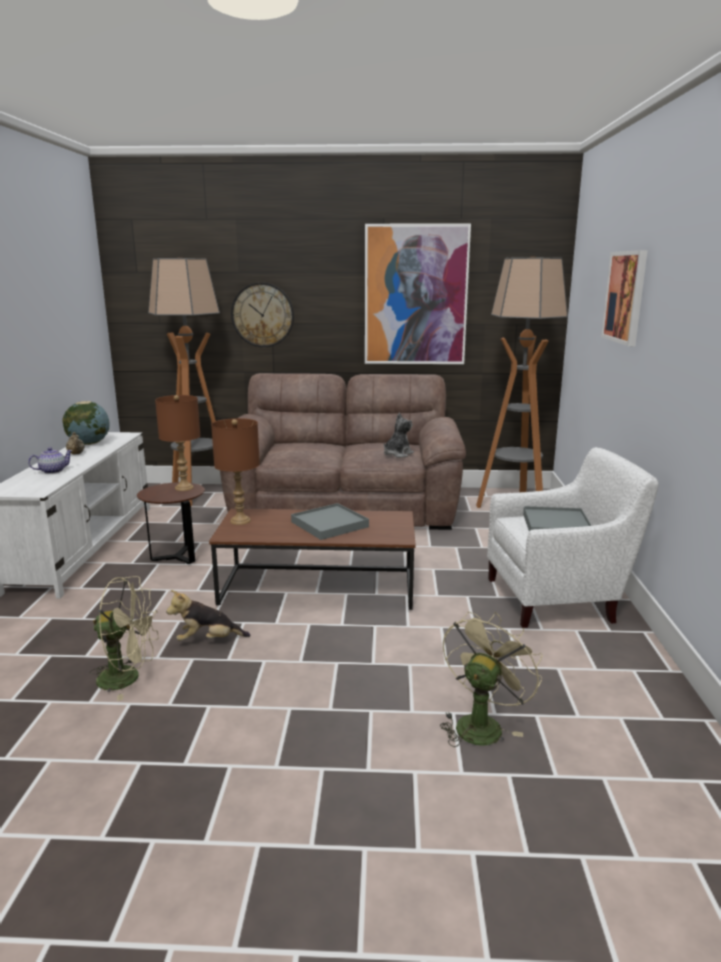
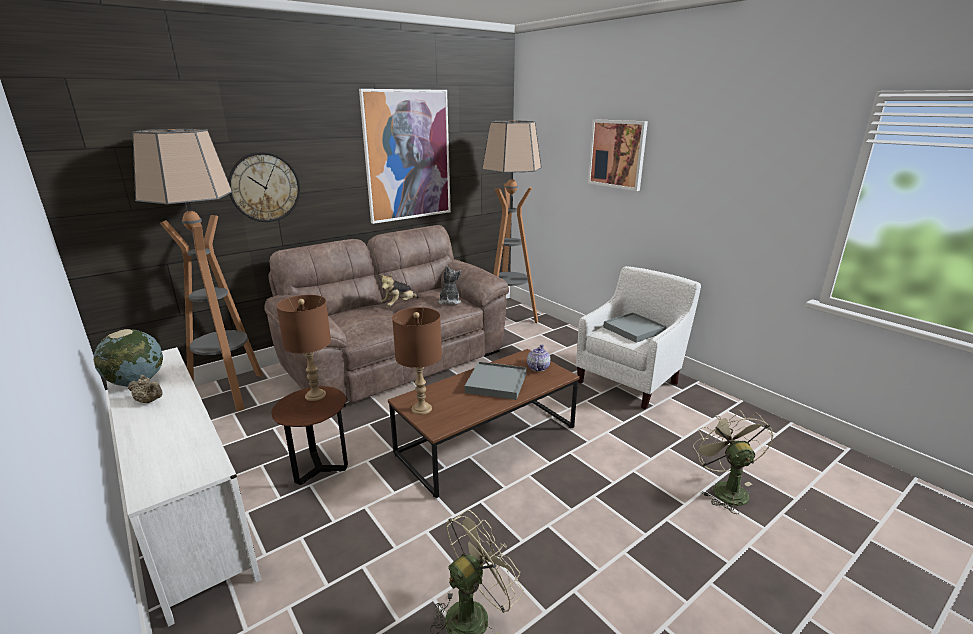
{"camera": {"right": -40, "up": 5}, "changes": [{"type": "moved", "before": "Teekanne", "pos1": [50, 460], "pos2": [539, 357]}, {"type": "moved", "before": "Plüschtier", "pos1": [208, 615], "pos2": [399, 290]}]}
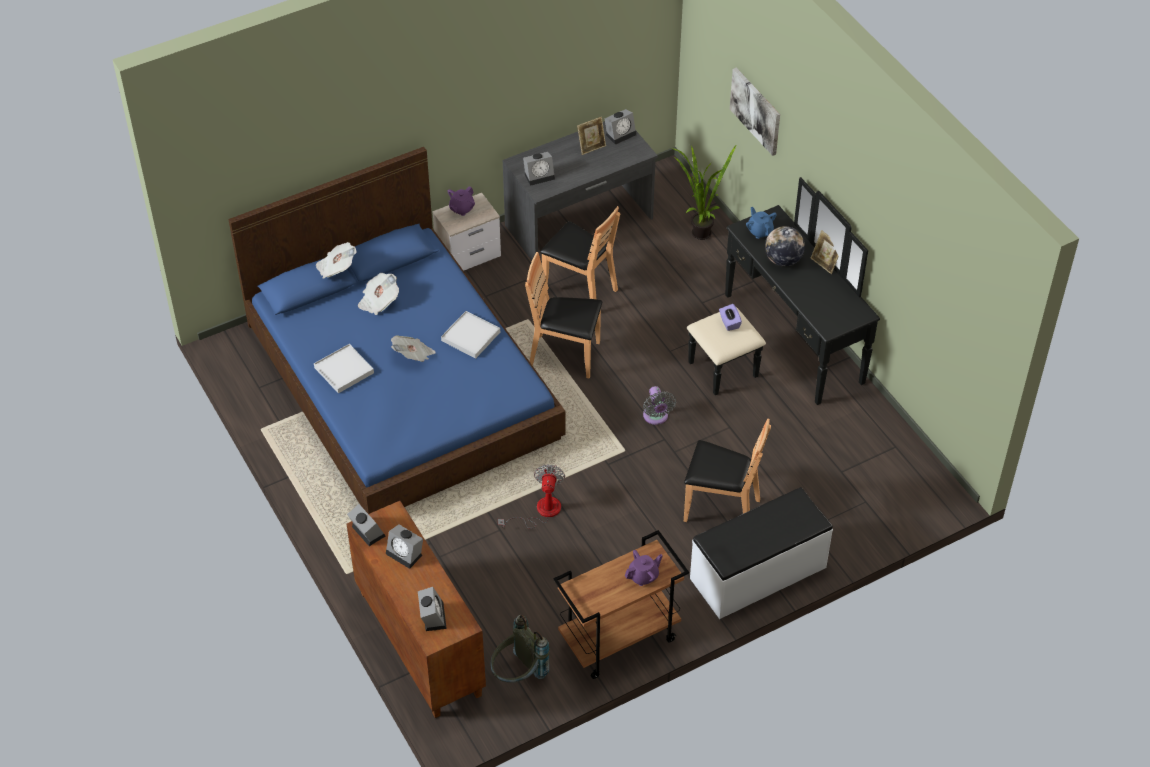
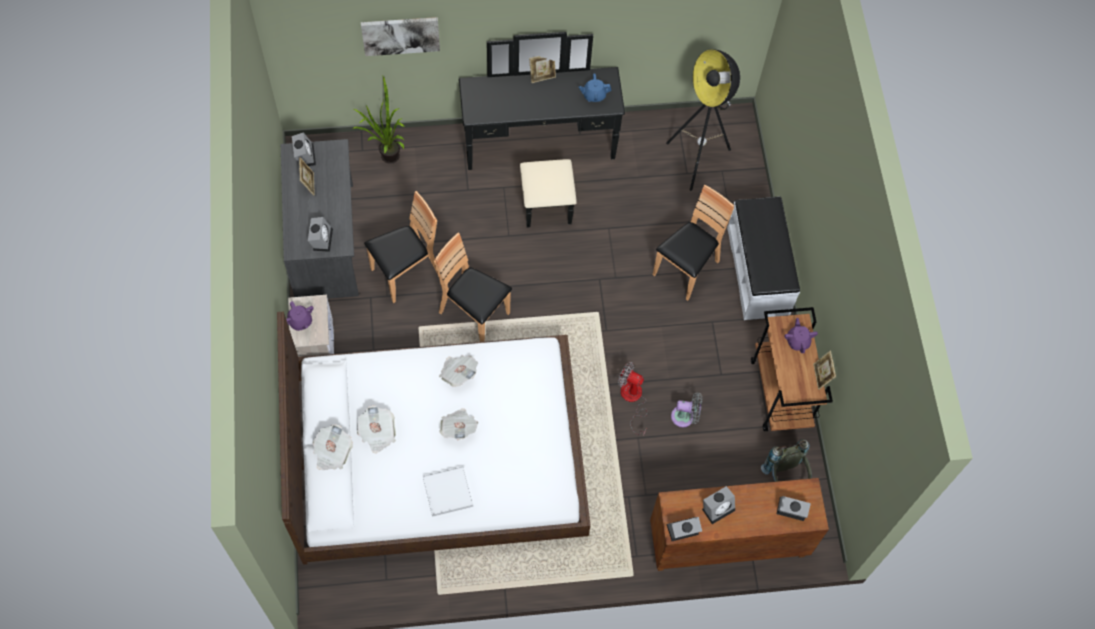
{"camera": {"right": -70, "up": 15}, "changes": [{"type": "recoloured", "before": "Bett/blau", "after": "Bett/weiß", "pos1": [397, 330], "pos2": [434, 438]}, {"type": "moved", "before": "Teekanne/blau", "pos1": [761, 223], "pos2": [595, 87]}, {"type": "removed", "before": "Globus", "pos1": [785, 246]}, {"type": "turned", "before": "Stuhl/braun", "pos1": [563, 315], "pos2": [473, 287], "turn": 90}, {"type": "removed", "before": "Taschentuchbox/lila", "pos1": [730, 317]}, {"type": "replaced", "before": "Tablett/weiß", "after": "Zeitung", "pos1": [470, 335], "pos2": [458, 370]}, {"type": "moved", "before": "Ventilator/grau", "pos1": [659, 405], "pos2": [686, 410]}, {"type": "added", "after": "Stehlampe", "pos2": [703, 120]}, {"type": "added", "after": "Bilderrahmen", "pos2": [824, 370]}]}
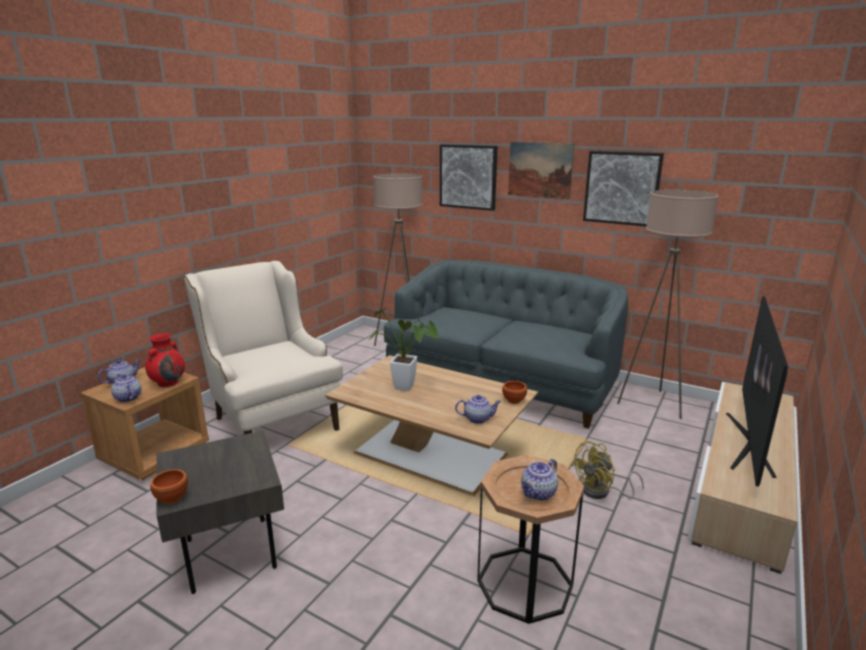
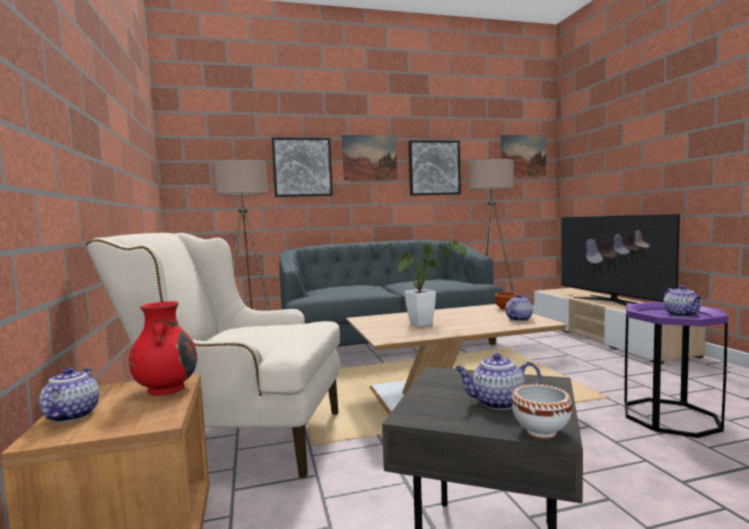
{"camera": {"right": -45, "up": -15}, "changes": [{"type": "moved", "before": "Teekanne", "pos1": [126, 388], "pos2": [498, 381]}, {"type": "removed", "before": "Ventilator/gelb", "pos1": [607, 470]}, {"type": "recoloured", "before": "Beistelltisch/braun", "after": "Beistelltisch/lila", "pos1": [530, 539], "pos2": [676, 370]}, {"type": "recoloured", "before": "Schüssel/braun", "after": "Schüssel/weiß", "pos1": [169, 486], "pos2": [541, 411]}, {"type": "added", "after": "Bild", "pos2": [523, 155]}]}
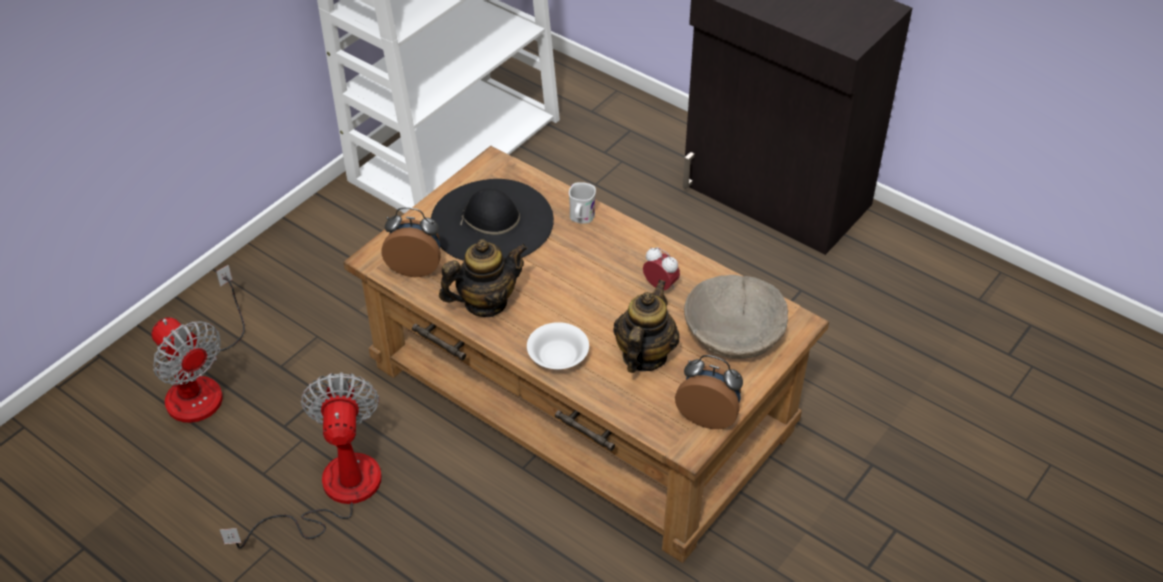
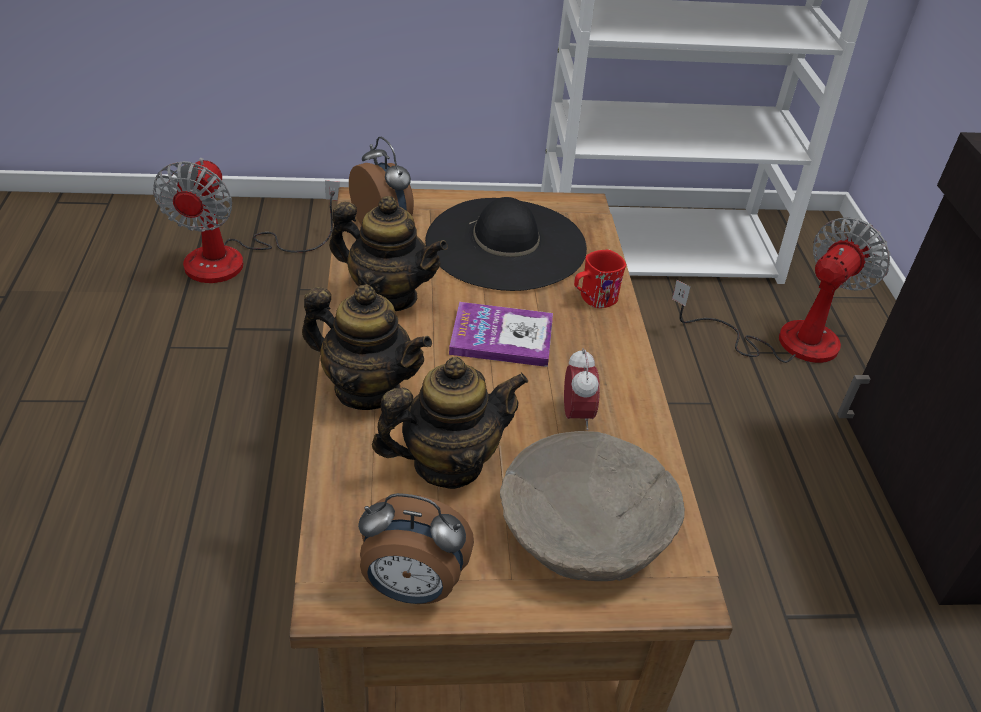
{"camera": {"right": 45, "up": -5}, "changes": [{"type": "recoloured", "before": "Henkelbecher/weiß", "after": "Henkelbecher/rot", "pos1": [582, 203], "pos2": [600, 279]}, {"type": "replaced", "before": "Schüssel/weiß", "after": "Teekanne", "pos1": [558, 345], "pos2": [367, 347]}, {"type": "turned", "before": "Wecker", "pos1": [709, 392], "pos2": [416, 548], "turn": 120}, {"type": "moved", "before": "Ventilator", "pos1": [301, 460], "pos2": [781, 290]}, {"type": "added", "after": "Buch", "pos2": [501, 334]}]}
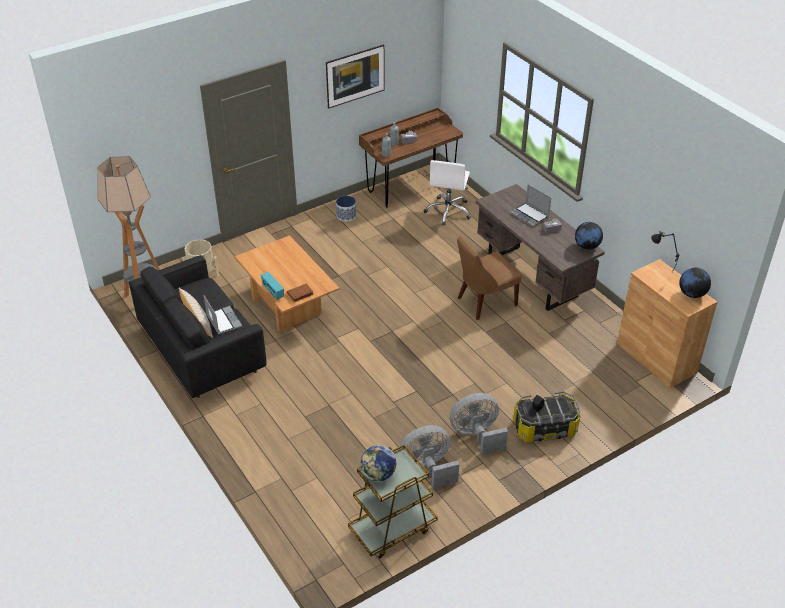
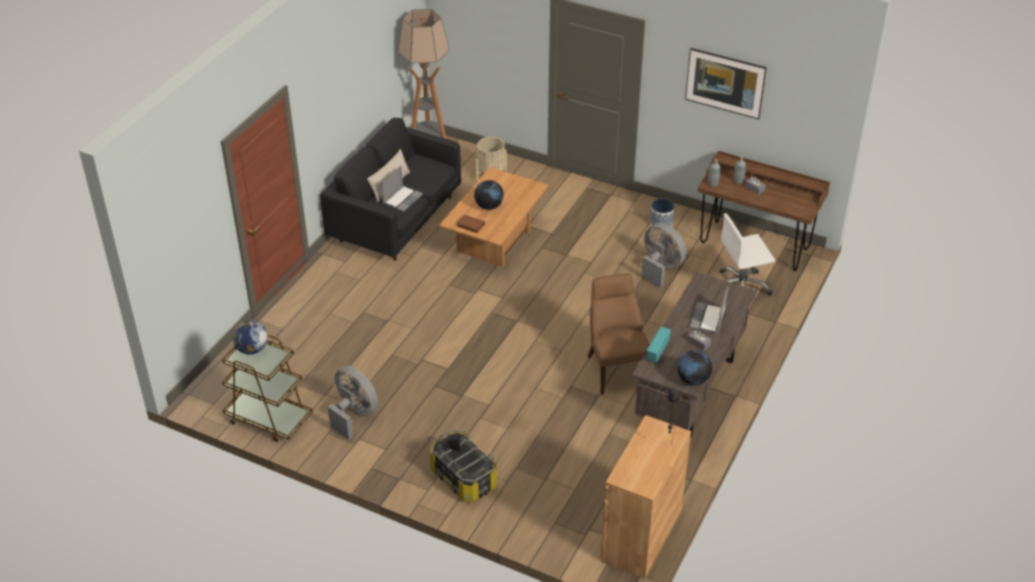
{"camera": {"right": 60, "up": 0}, "changes": [{"type": "turned", "before": "Stuhl/braun", "pos1": [489, 278], "pos2": [619, 334], "turn": 45}, {"type": "moved", "before": "Globus", "pos1": [695, 283], "pos2": [489, 195]}, {"type": "moved", "before": "Radio", "pos1": [272, 286], "pos2": [659, 344]}, {"type": "moved", "before": "Ventilator/grau", "pos1": [479, 423], "pos2": [663, 255]}]}
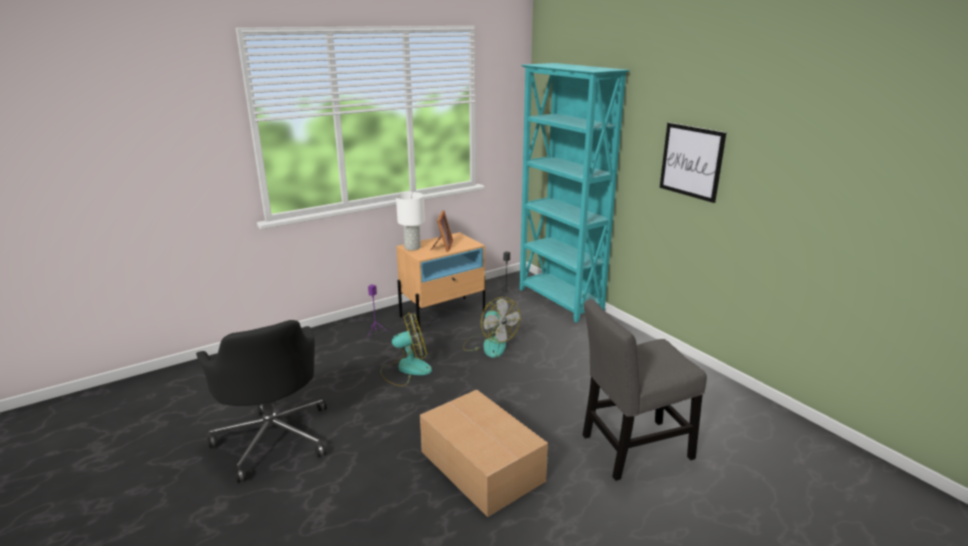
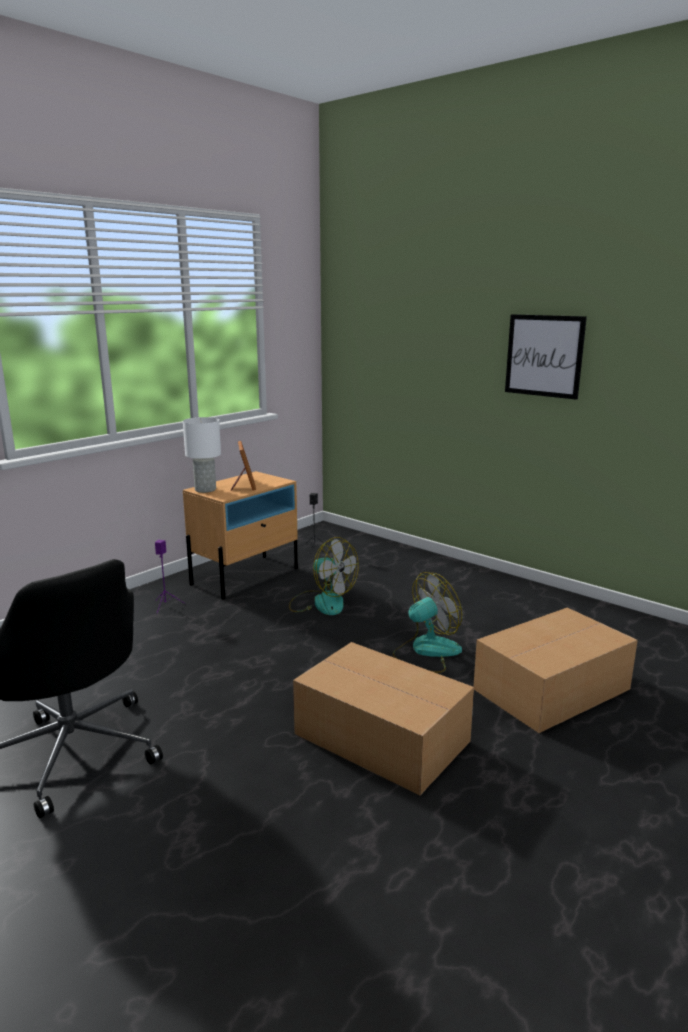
{"camera": {"right": -15, "up": -5}, "changes": [{"type": "removed", "before": "Bücherregal/türkis", "pos1": [574, 193]}, {"type": "replaced", "before": "Stuhl/grau", "after": "Karton", "pos1": [645, 390], "pos2": [555, 670]}, {"type": "moved", "before": "Ventilator", "pos1": [406, 349], "pos2": [427, 622]}]}
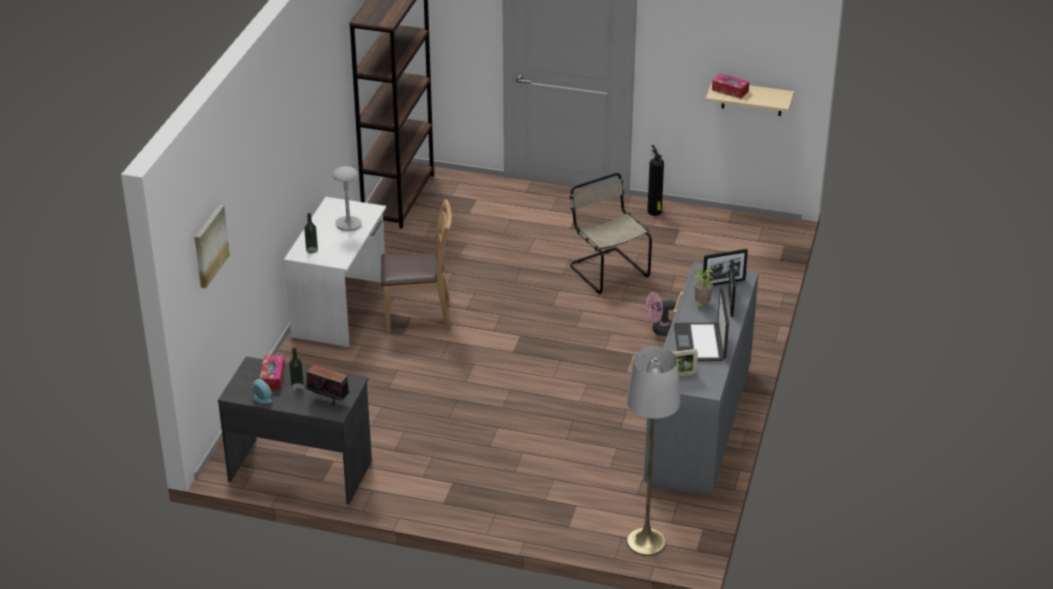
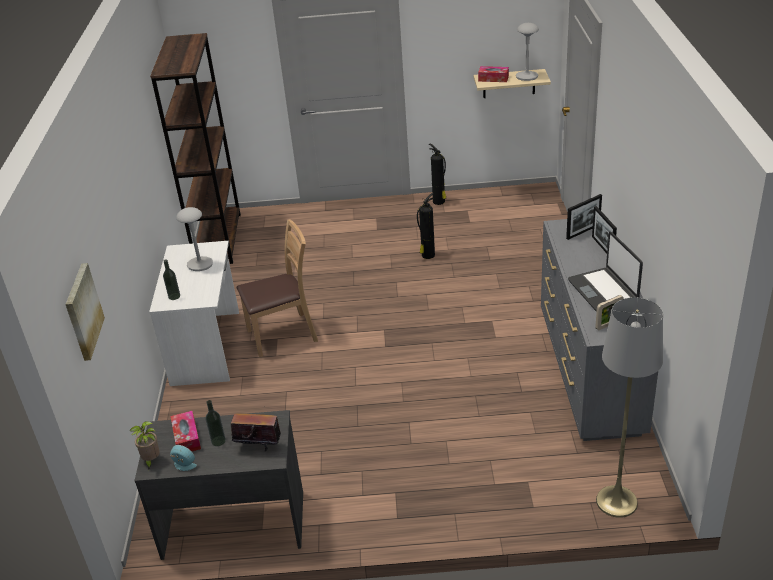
{"camera": {"right": -15, "up": 0}, "changes": [{"type": "replaced", "before": "Stuhl/beige", "after": "Feuerlöscher", "pos1": [611, 233], "pos2": [426, 226]}, {"type": "moved", "before": "Topfpflanze", "pos1": [704, 289], "pos2": [144, 445]}, {"type": "removed", "before": "Ventilator/rosa", "pos1": [661, 314]}, {"type": "added", "after": "Tischlampe/grau", "pos2": [527, 52]}]}
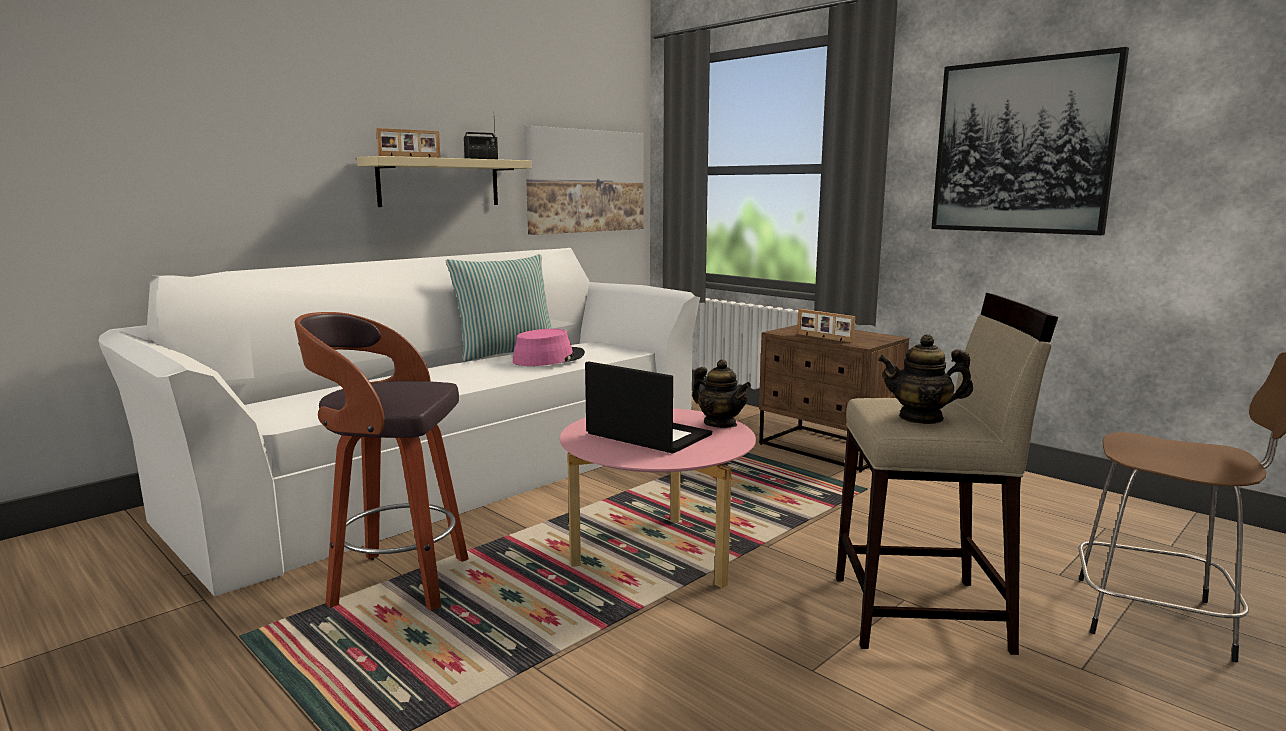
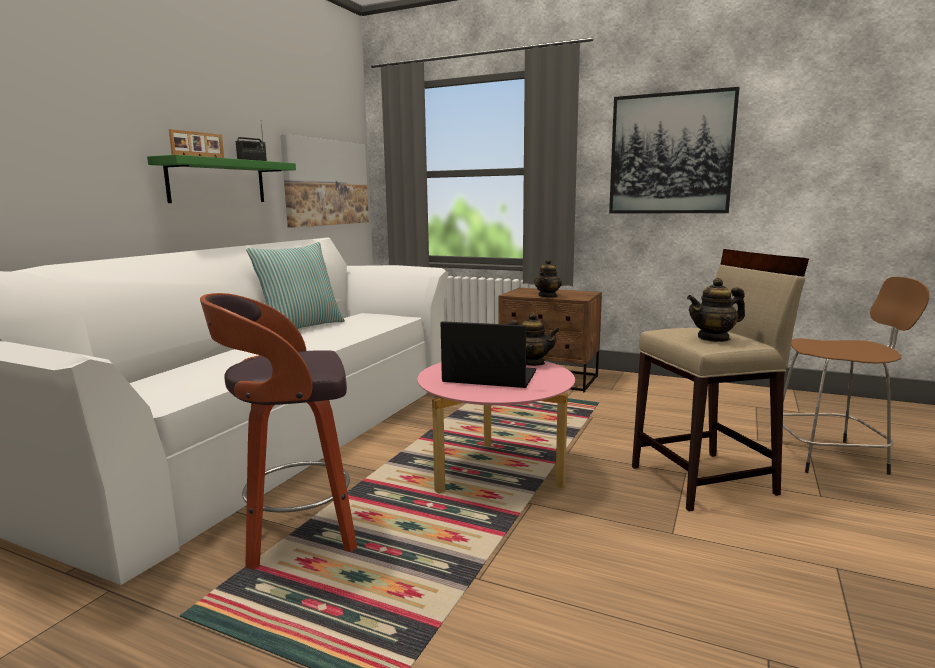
{"camera": {"right": -20, "up": 0}, "changes": [{"type": "recoloured", "before": "Wandregal/beige", "after": "Wandregal/grün", "pos1": [444, 181], "pos2": [221, 179]}, {"type": "replaced", "before": "Bilderrahmen", "after": "Teekanne", "pos1": [826, 326], "pos2": [548, 278]}, {"type": "removed", "before": "Hut/rosa", "pos1": [549, 347]}]}
